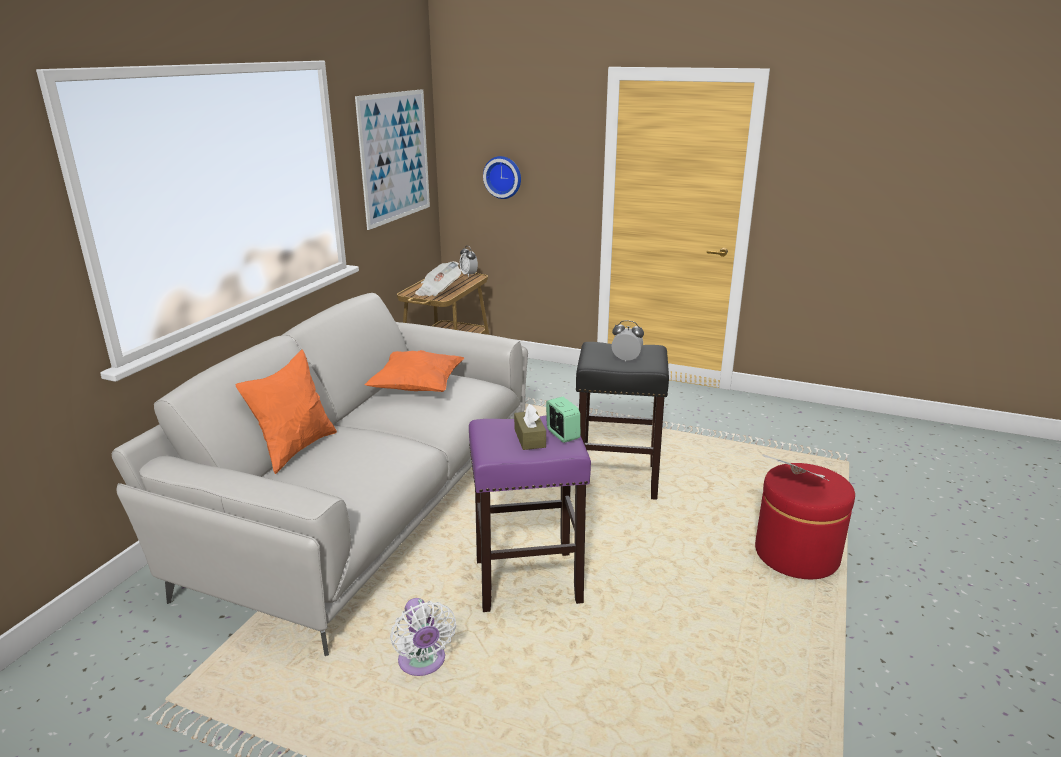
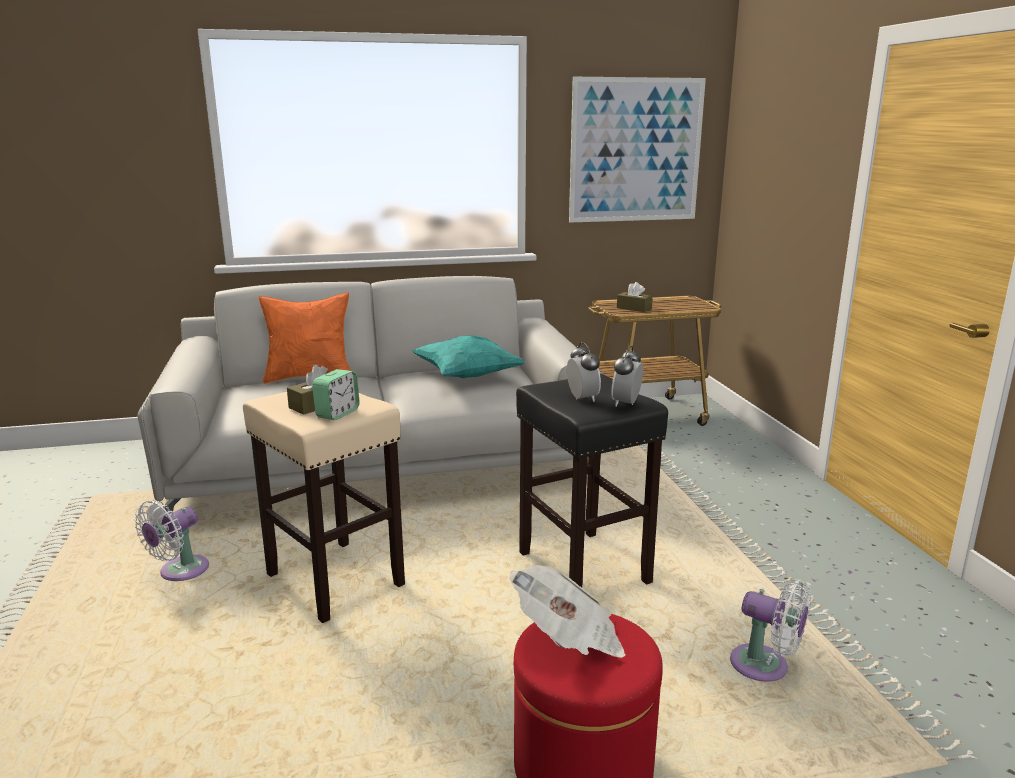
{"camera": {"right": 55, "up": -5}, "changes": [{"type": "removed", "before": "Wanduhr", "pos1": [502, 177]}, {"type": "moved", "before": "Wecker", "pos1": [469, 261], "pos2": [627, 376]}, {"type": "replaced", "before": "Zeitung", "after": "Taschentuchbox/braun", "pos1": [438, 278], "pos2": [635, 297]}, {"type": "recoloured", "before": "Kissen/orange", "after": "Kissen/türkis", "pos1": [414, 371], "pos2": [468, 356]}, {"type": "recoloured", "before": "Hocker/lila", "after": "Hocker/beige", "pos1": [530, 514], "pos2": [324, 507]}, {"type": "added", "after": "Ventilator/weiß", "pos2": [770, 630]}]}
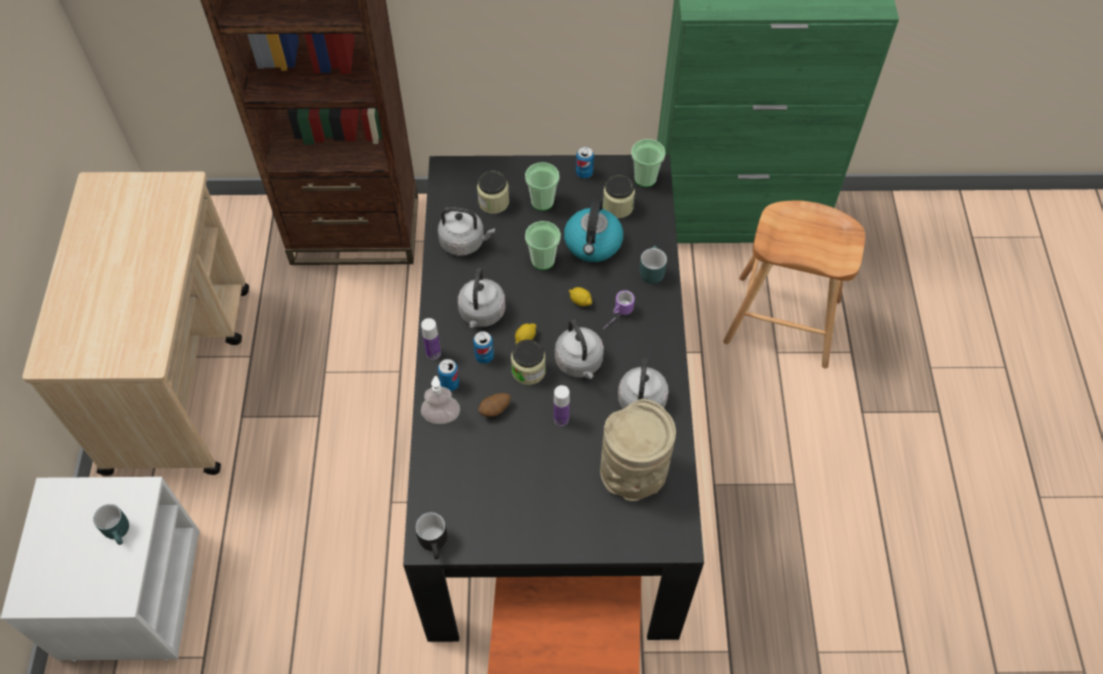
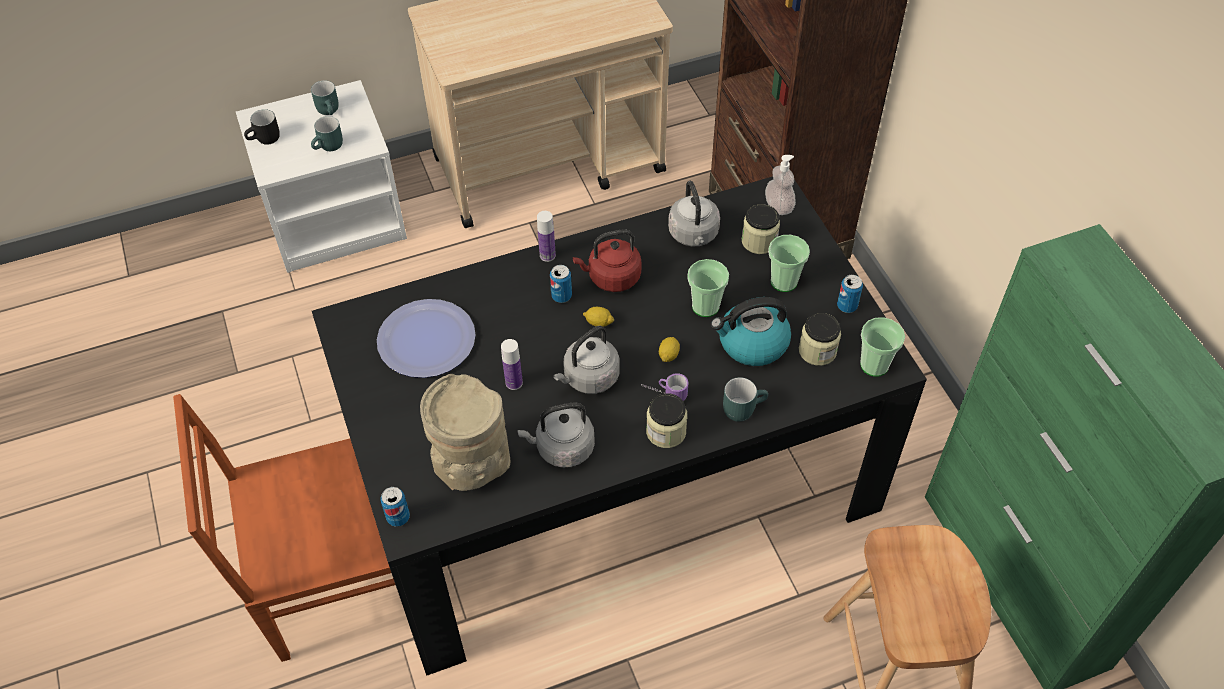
{"camera": {"right": 70, "up": -5}, "changes": [{"type": "recoloured", "before": "Wasserkessel/grau", "after": "Wasserkessel/rot", "pos1": [482, 298], "pos2": [607, 260]}, {"type": "moved", "before": "Vorratsglas", "pos1": [528, 362], "pos2": [666, 420]}, {"type": "moved", "before": "Dose", "pos1": [449, 375], "pos2": [395, 507]}, {"type": "moved", "before": "Seifenspender", "pos1": [440, 400], "pos2": [780, 185]}, {"type": "removed", "before": "Kartoffel", "pos1": [494, 405]}, {"type": "moved", "before": "Henkelbecher/schwarz", "pos1": [431, 535], "pos2": [262, 127]}, {"type": "added", "after": "Henkelbecher/türkis", "pos2": [325, 97]}, {"type": "added", "after": "Teller", "pos2": [426, 338]}]}
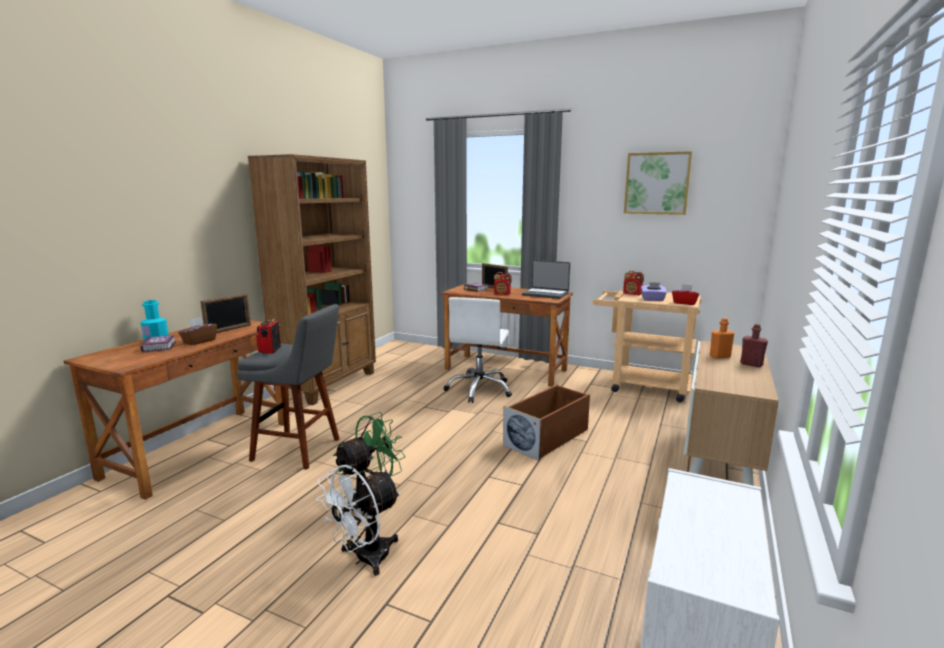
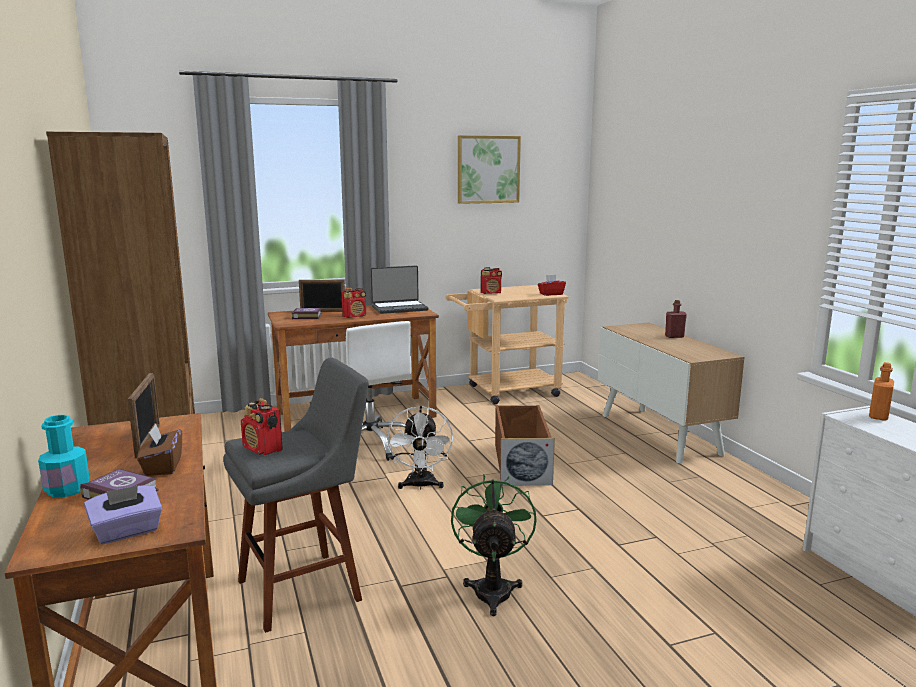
{"camera": {"right": -45, "up": 0}, "changes": [{"type": "moved", "before": "Taschentuchbox/lila", "pos1": [654, 291], "pos2": [123, 514]}, {"type": "moved", "before": "Flasche/orange", "pos1": [722, 338], "pos2": [881, 391]}, {"type": "moved", "before": "Ventilator/weiß", "pos1": [358, 520], "pos2": [419, 448]}]}
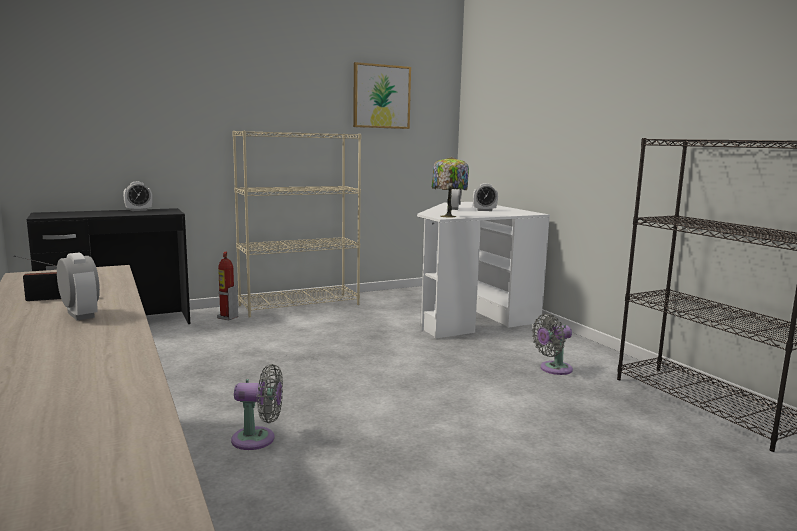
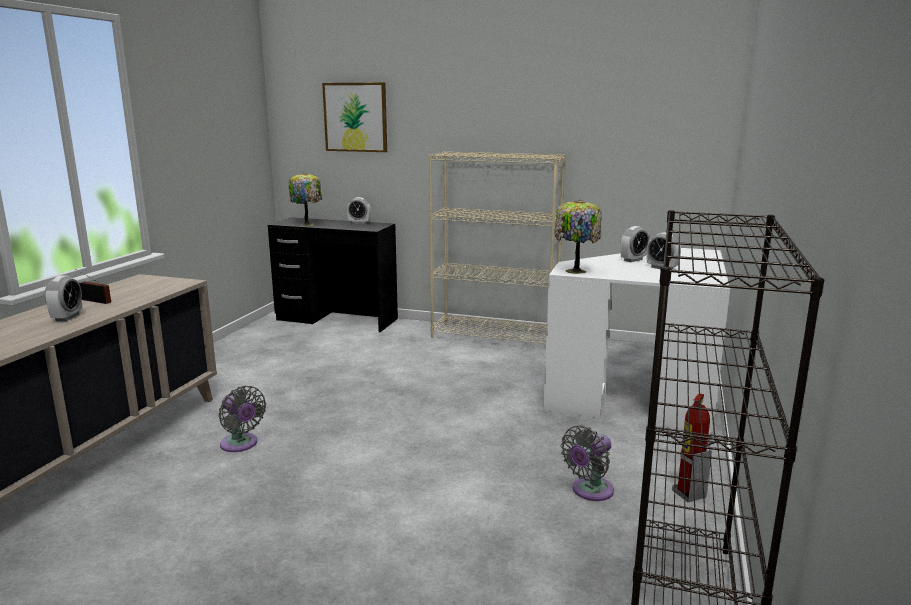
{"camera": {"right": 45, "up": 5}, "changes": [{"type": "moved", "before": "Bild", "pos1": [382, 95], "pos2": [354, 117]}, {"type": "moved", "before": "Feuerlöscher", "pos1": [227, 286], "pos2": [692, 447]}, {"type": "turned", "before": "Ventilator/grau", "pos1": [552, 344], "pos2": [587, 463], "turn": -60}, {"type": "added", "after": "Tischlampe", "pos2": [305, 199]}]}
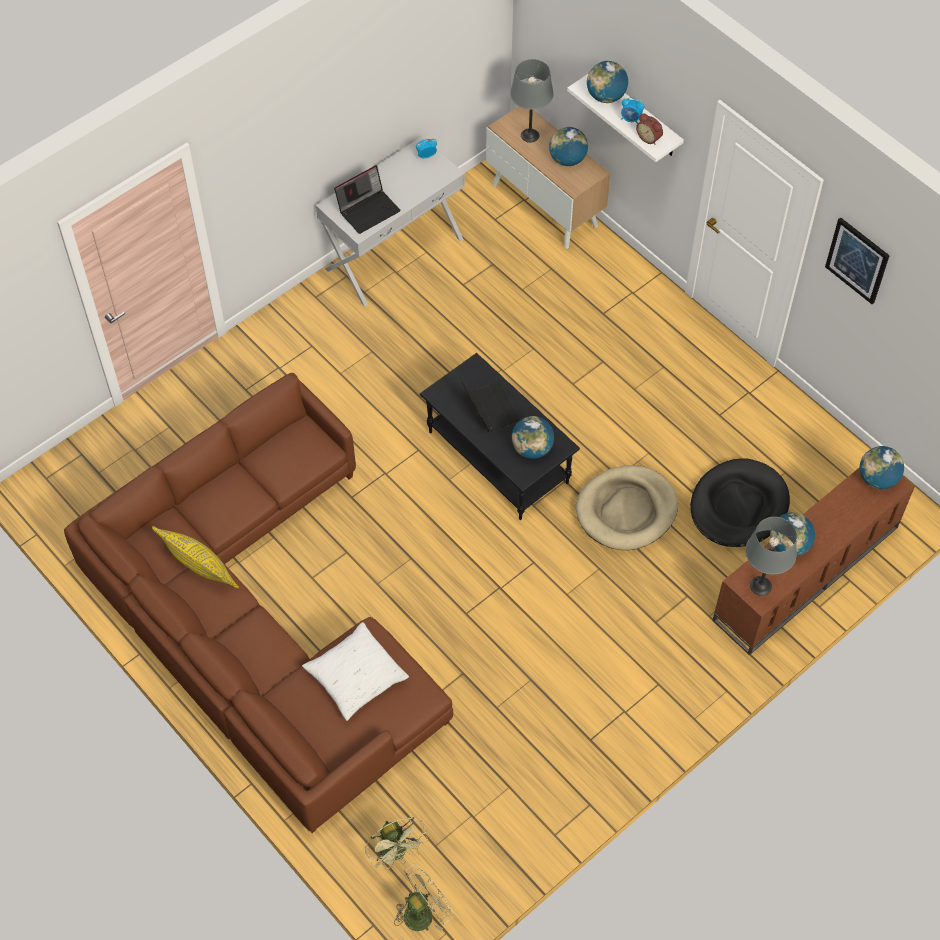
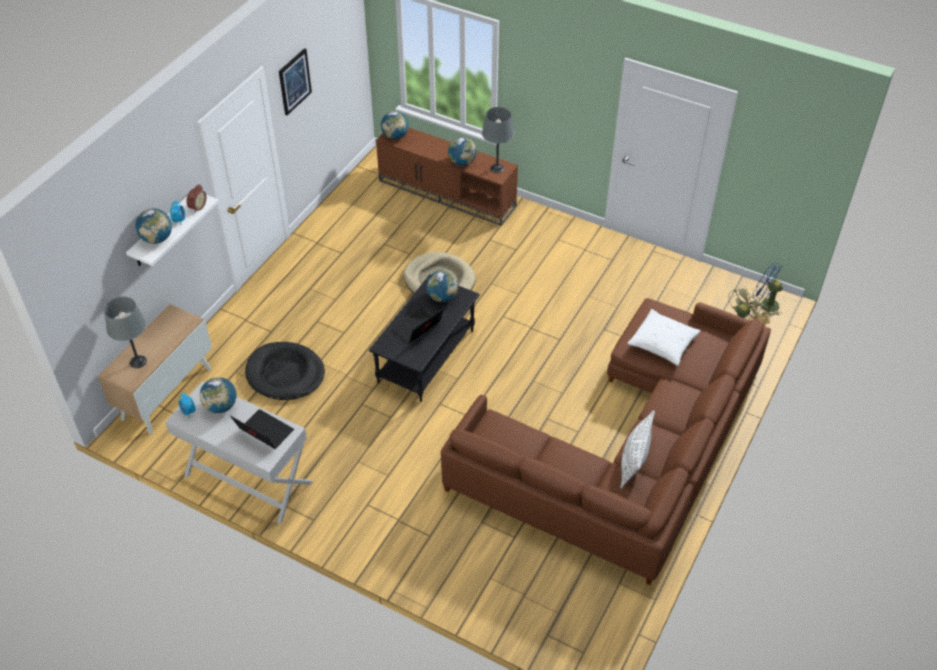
{"camera": {"right": -110, "up": -10}, "changes": [{"type": "moved", "before": "Globus", "pos1": [568, 146], "pos2": [218, 395]}, {"type": "moved", "before": "Hundebett/schwarz", "pos1": [740, 502], "pos2": [285, 371]}, {"type": "recoloured", "before": "Kissen/gelb", "after": "Kissen/weiß", "pos1": [195, 557], "pos2": [637, 449]}, {"type": "recoloured", "before": "Ventilator/grün", "after": "Ventilator/blau", "pos1": [424, 897], "pos2": [768, 289]}]}
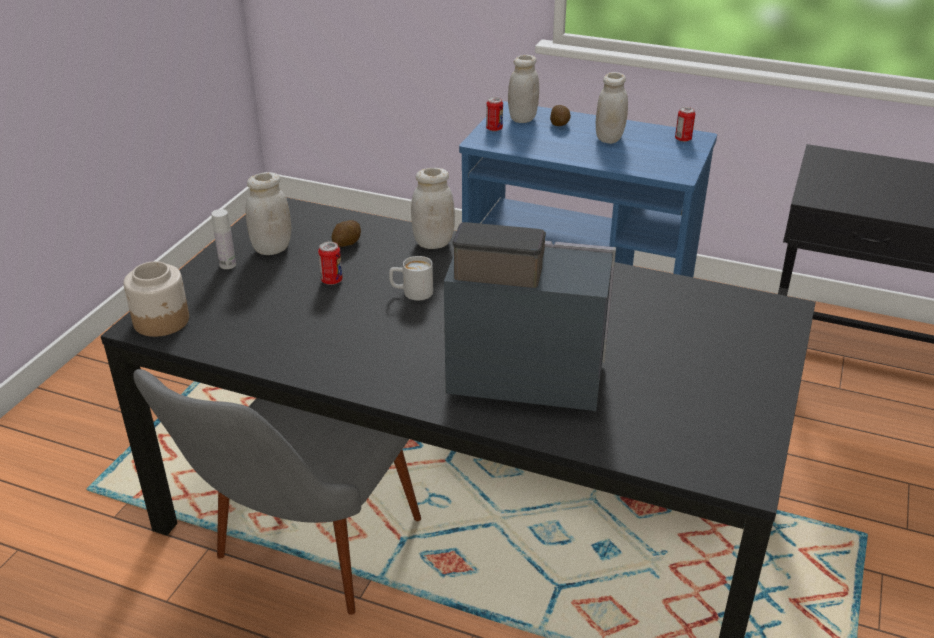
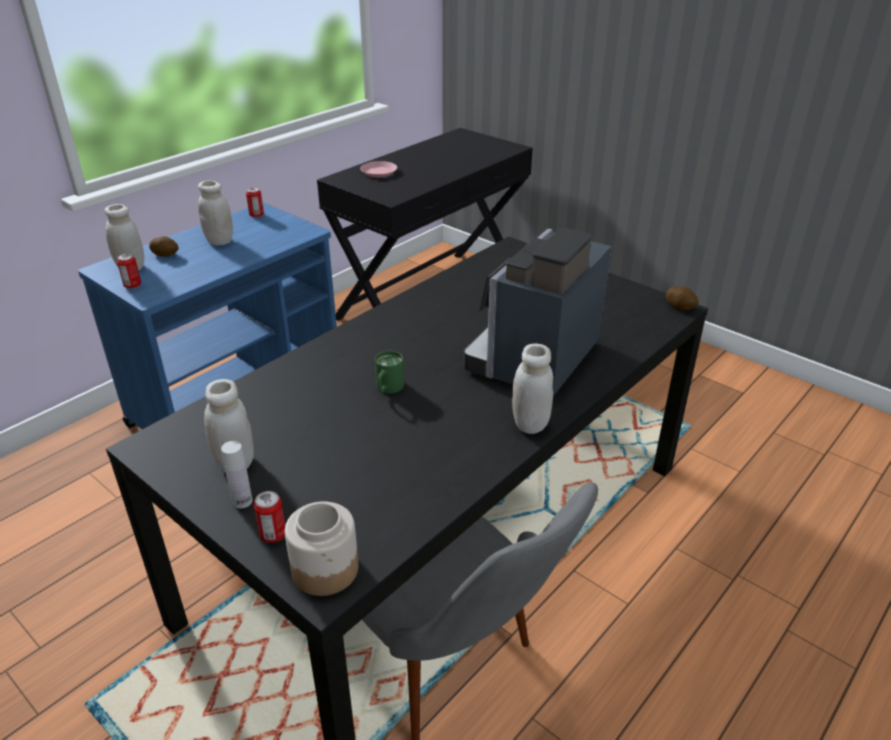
{"camera": {"right": -70, "up": 0}, "changes": [{"type": "moved", "before": "Vorratsglas/weiß", "pos1": [433, 208], "pos2": [532, 389]}, {"type": "moved", "before": "Kartoffel", "pos1": [346, 233], "pos2": [682, 298]}, {"type": "moved", "before": "Dose", "pos1": [330, 263], "pos2": [269, 517]}, {"type": "recoloured", "before": "Henkelbecher/weiß", "after": "Henkelbecher/grün", "pos1": [411, 278], "pos2": [389, 372]}, {"type": "added", "after": "Teller/rosa", "pos2": [378, 169]}]}
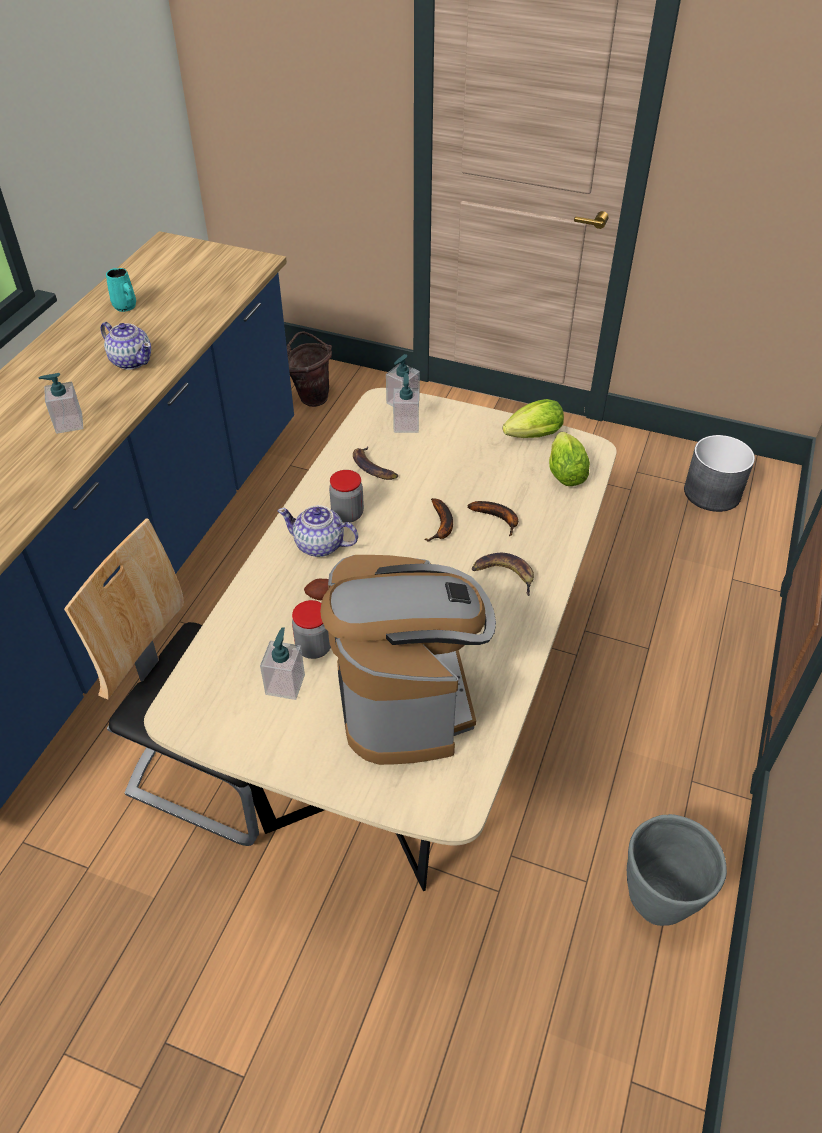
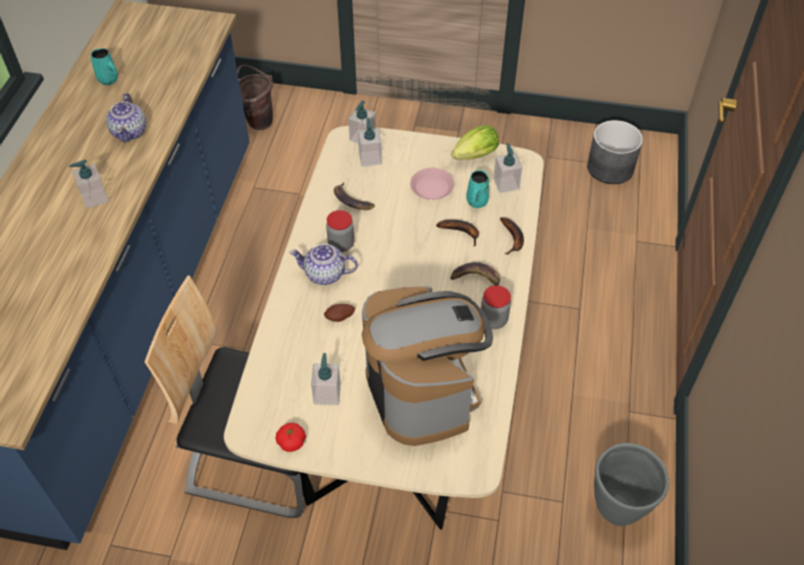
{"camera": {"right": -10, "up": 5}, "changes": [{"type": "turned", "before": "Teekanne", "pos1": [125, 346], "pos2": [126, 118], "turn": 60}, {"type": "replaced", "before": "Salatkopf", "after": "Seifenspender", "pos1": [569, 459], "pos2": [507, 168]}, {"type": "moved", "before": "Banane", "pos1": [438, 519], "pos2": [512, 236]}, {"type": "moved", "before": "Vorratsglas", "pos1": [311, 629], "pos2": [496, 307]}, {"type": "added", "after": "Teller/rosa", "pos2": [432, 184]}, {"type": "added", "after": "Henkelbecher/türkis", "pos2": [477, 189]}, {"type": "added", "after": "Tomate", "pos2": [291, 437]}]}
